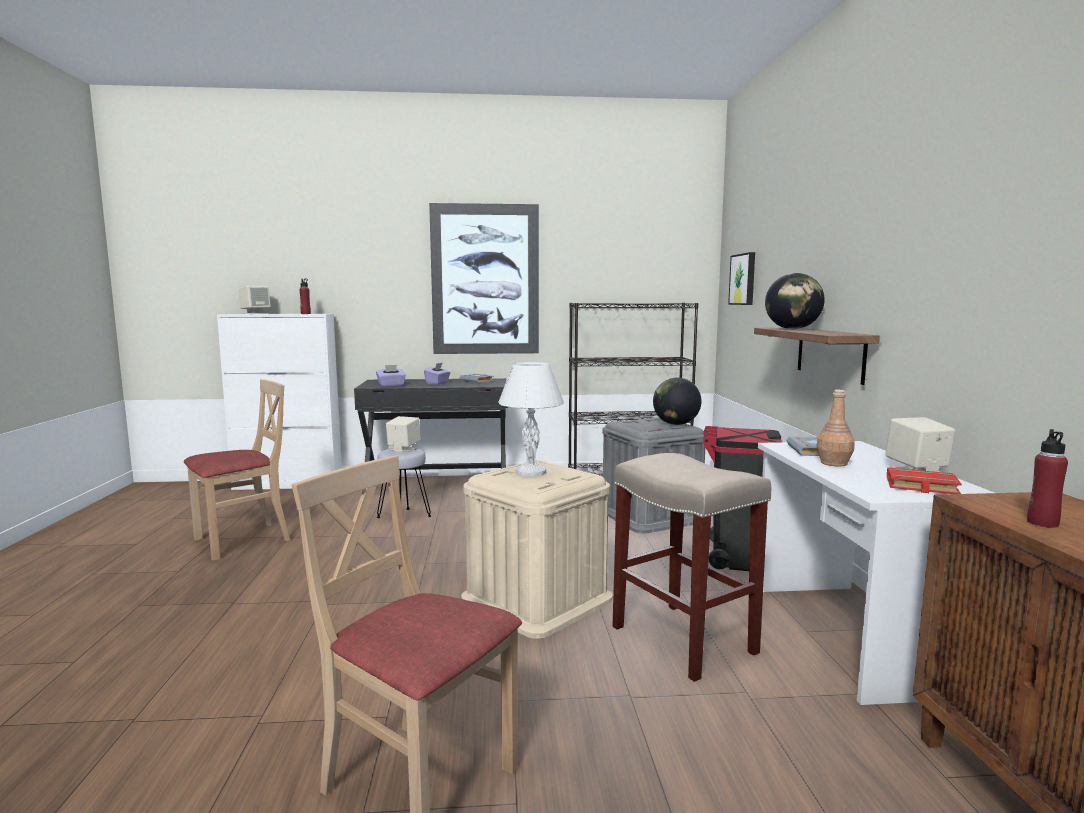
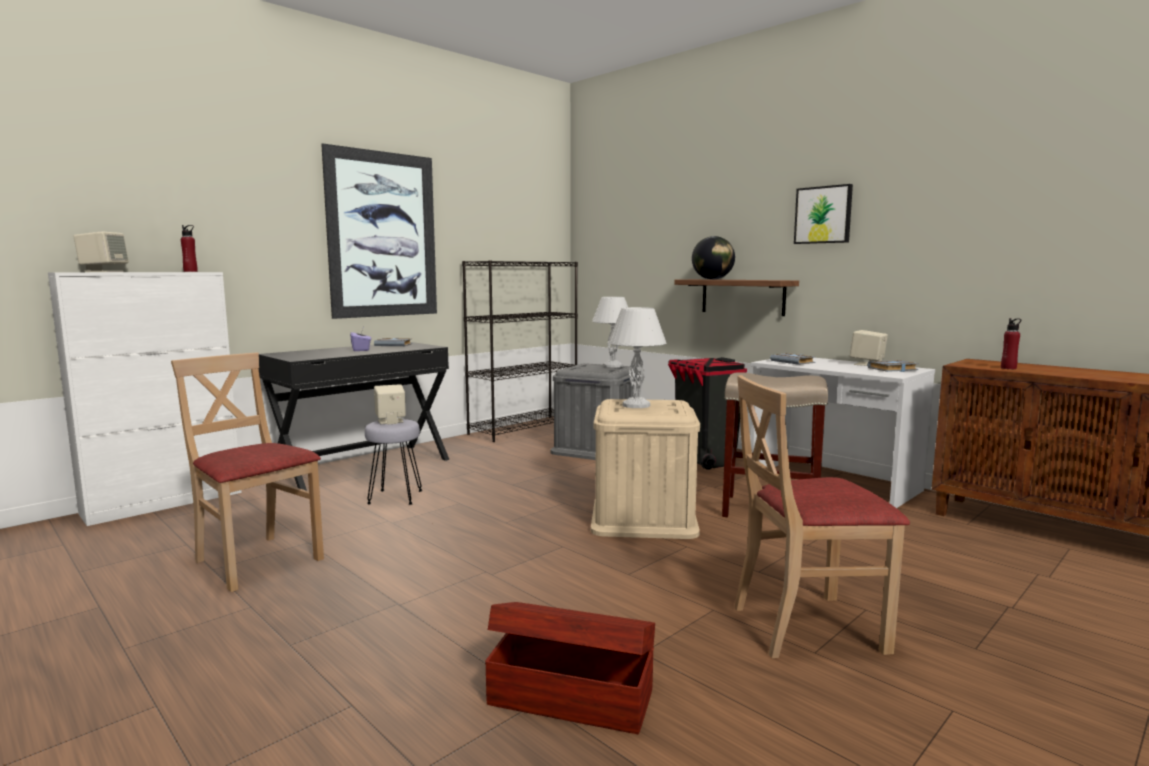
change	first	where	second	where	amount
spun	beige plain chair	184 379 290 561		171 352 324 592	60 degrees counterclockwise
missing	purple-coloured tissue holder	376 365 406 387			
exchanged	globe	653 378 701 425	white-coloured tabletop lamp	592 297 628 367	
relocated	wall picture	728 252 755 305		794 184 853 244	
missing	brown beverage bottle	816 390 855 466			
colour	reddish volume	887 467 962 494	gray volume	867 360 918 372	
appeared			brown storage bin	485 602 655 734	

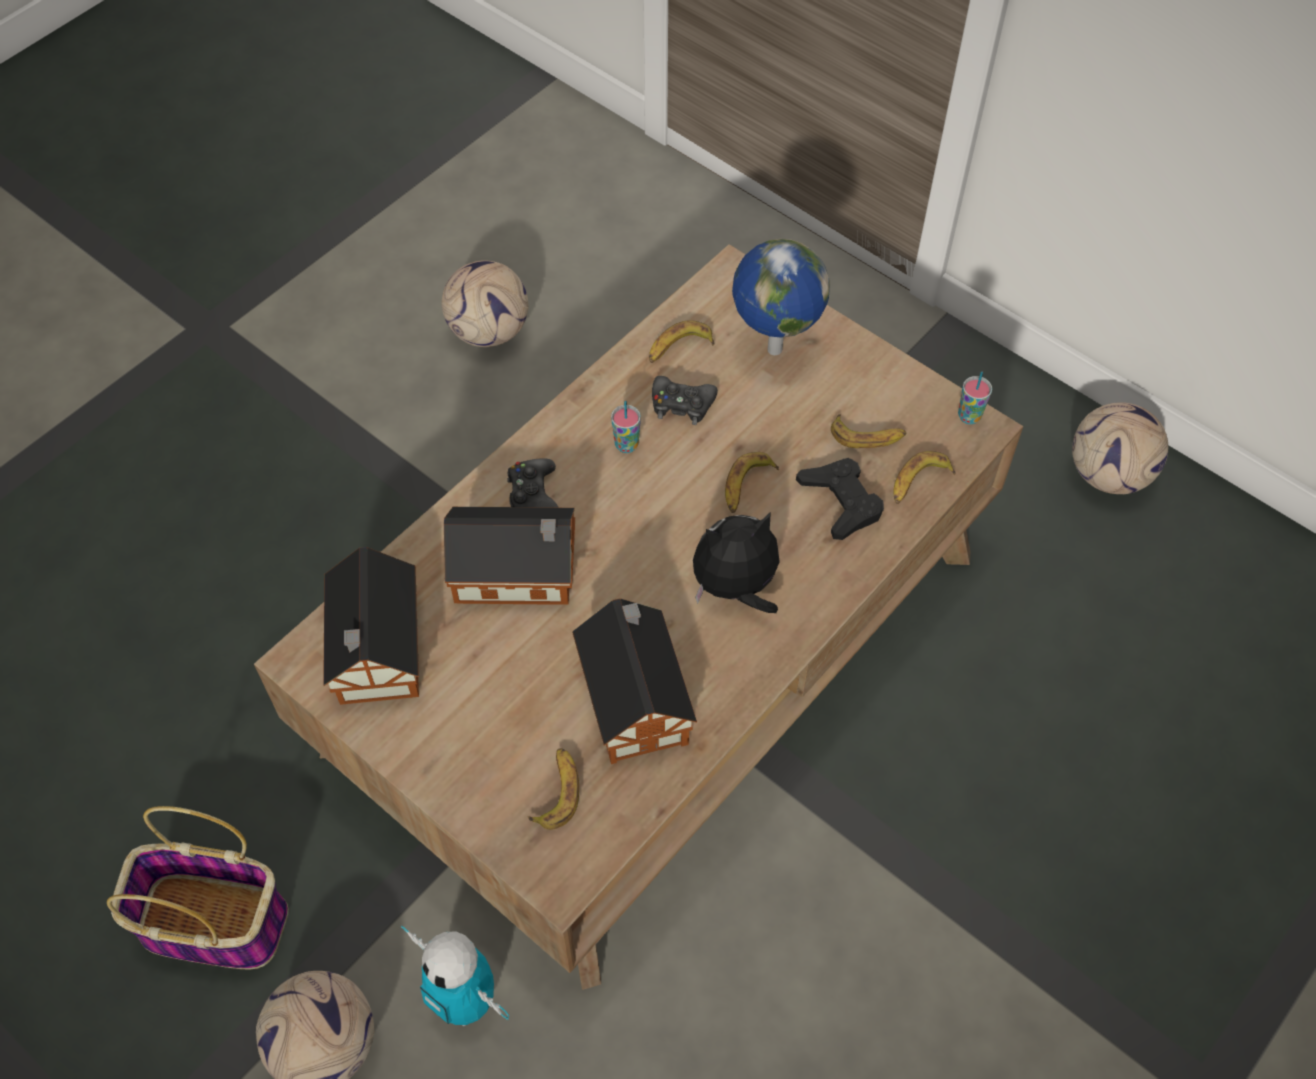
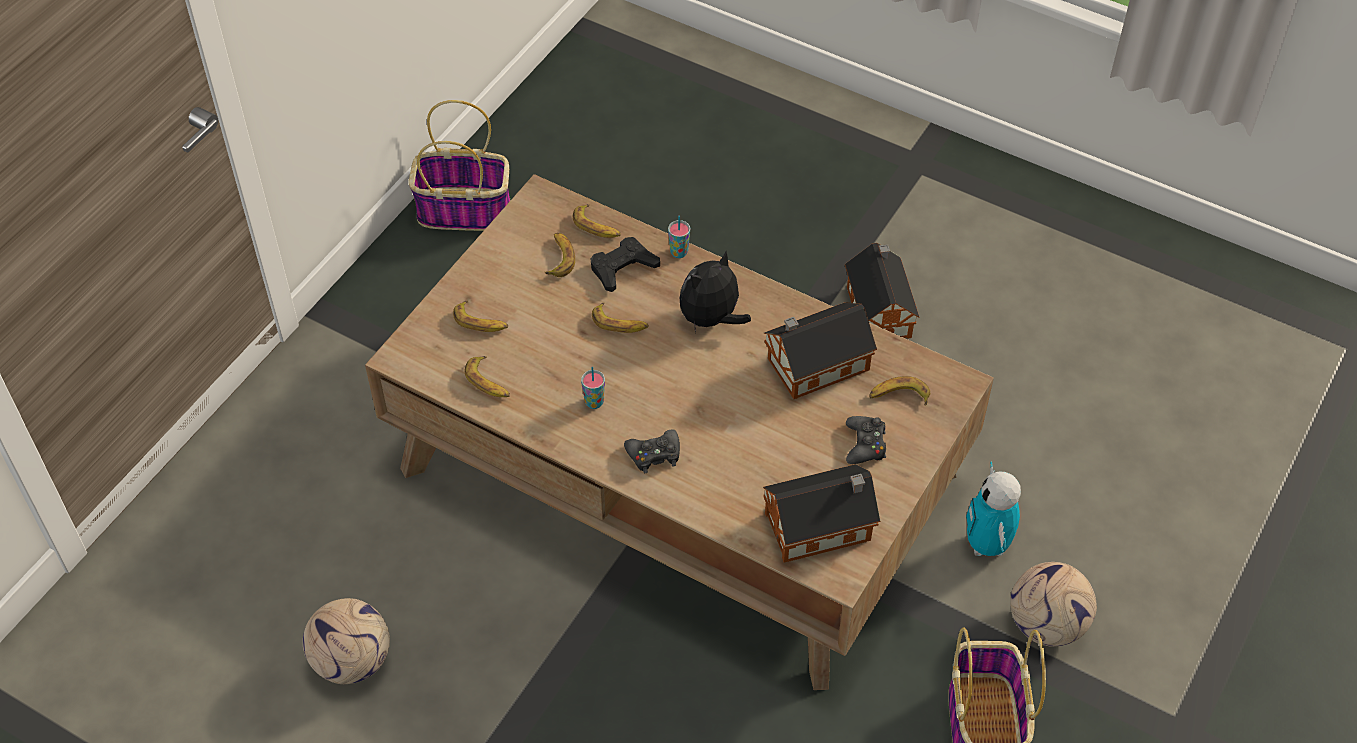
change	first	where	second	where	amount
spun	toy robot	401 926 509 1026		966 462 1021 556	150 degrees clockwise
relocated	model house	444 507 575 605		845 243 920 339	
relocated	black-coloured joypad	652 376 718 425		846 416 886 464	
spun	plush toy	693 513 780 613		680 251 751 332	75 degrees clockwise
exchanged	globe	732 239 830 355	whole banana	453 301 508 332	
relocated	drinking cup	958 371 992 424		668 215 690 258	
exchanged	football	1072 402 1168 494	basket	408 100 510 231	

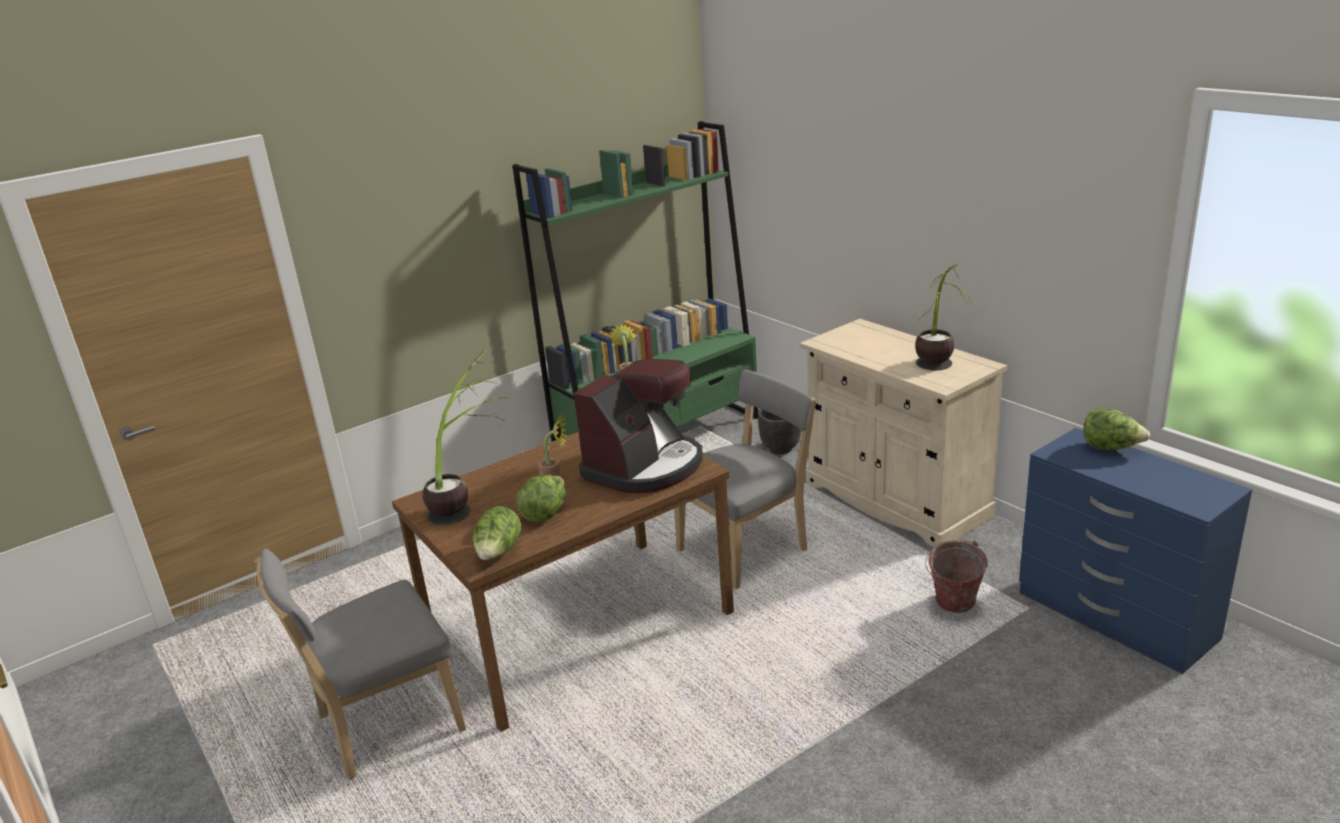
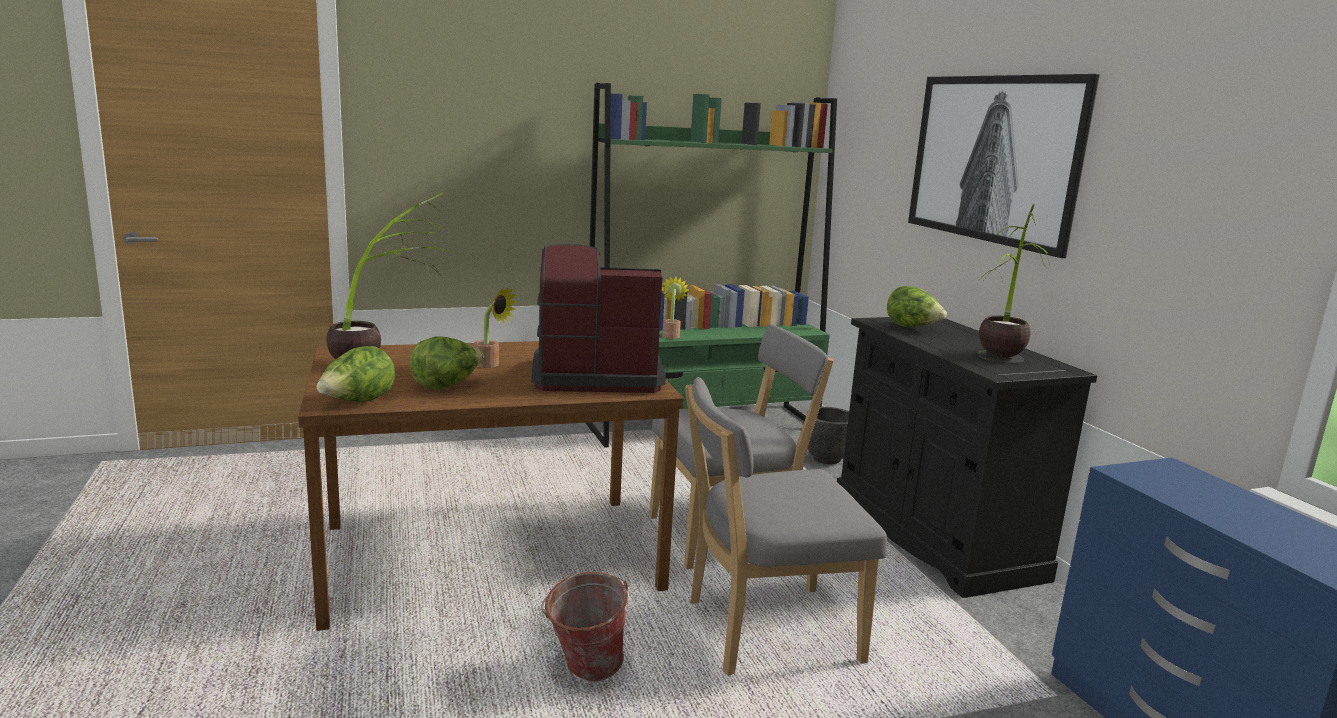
change	first	where	second	where	amount
relocated	gray plain chair	254 548 466 780		685 377 887 676	
spun	coffee brewer	573 359 703 493		532 244 666 393	150 degrees counterclockwise
colour	beige cupboard	800 319 1007 547	black-coloured cupboard	837 317 1097 598	
relocated	pail	925 540 988 613		541 572 628 681	
relocated	lettuce	1083 409 1150 450		887 286 947 327	
appeared			wall picture	908 74 1100 258	

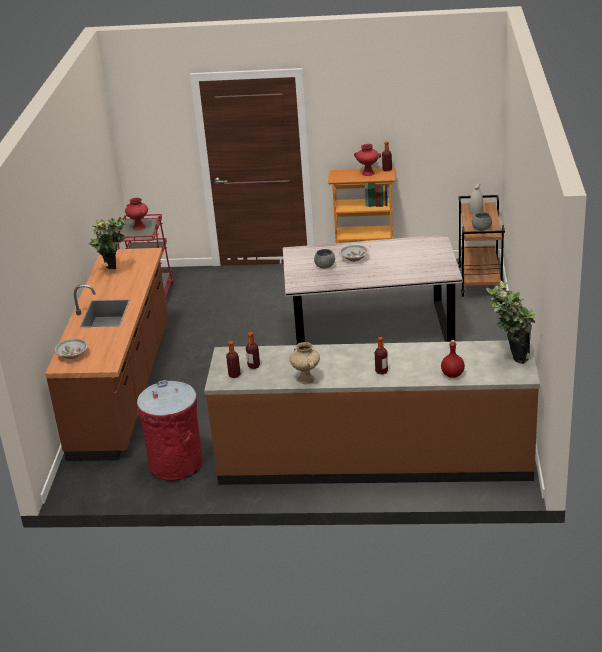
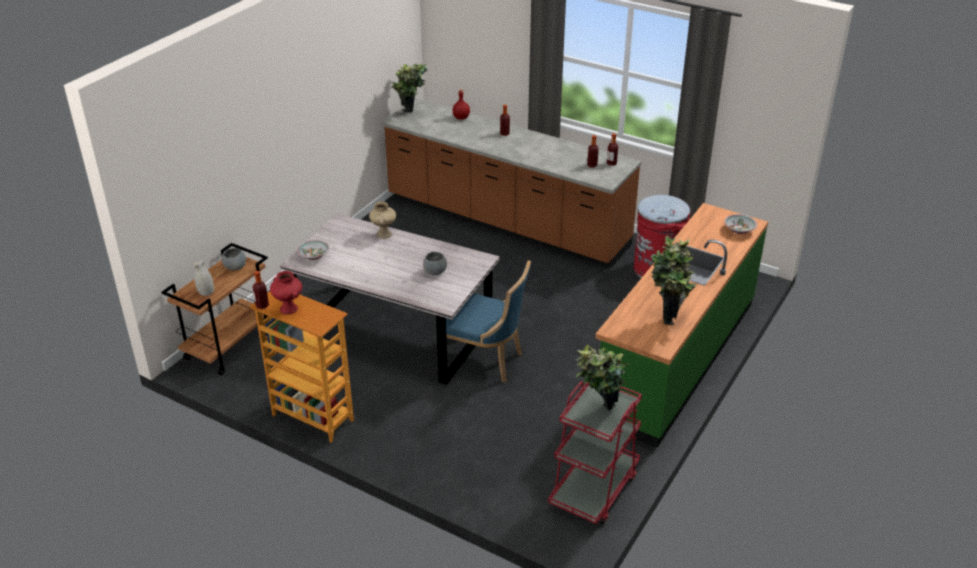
change	first	where	second	where	amount
colour	brown kitchen counter	45 248 168 461	green kitchen counter	595 203 768 448	
exchanged	reddish flower vase	125 198 148 230	plant in a pot	576 345 629 410	
relocated	beige flower vase	290 342 320 384		369 201 396 239	
relocated	serving bowl	340 245 369 262		297 240 329 260	
appeared			blue plain chair	446 260 531 382	

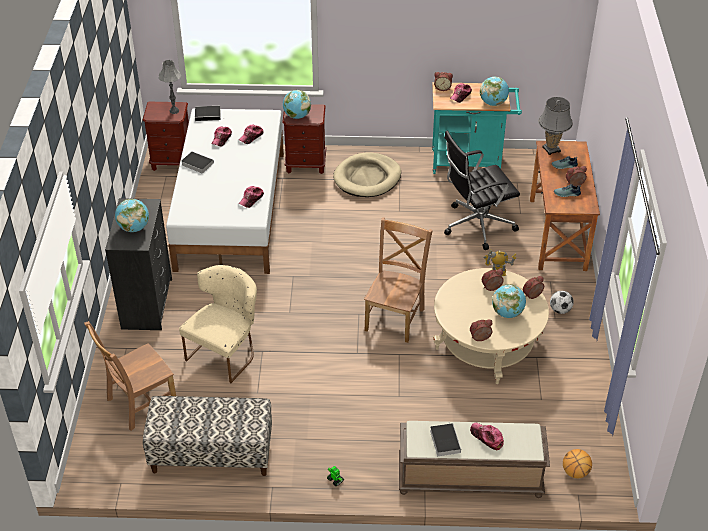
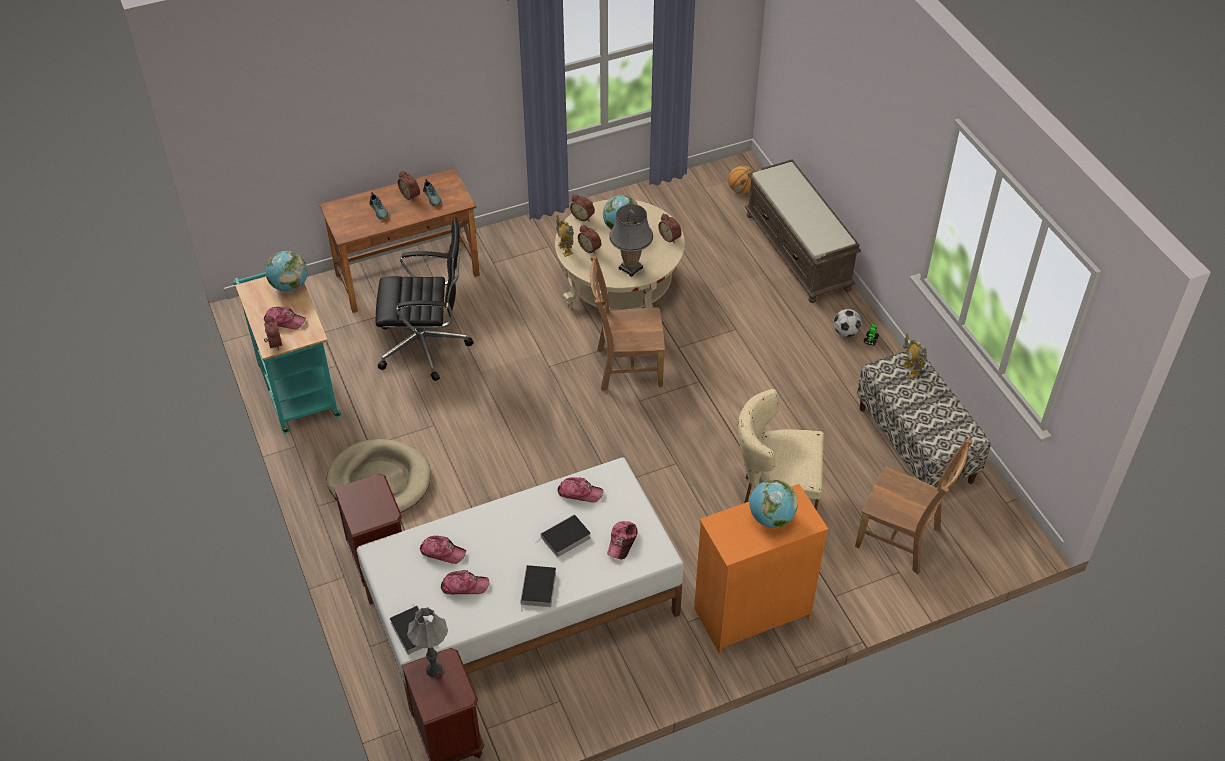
change	first	where	second	where	amount
colour	black-coloured dresser	105 198 172 330	orangey dresser	694 484 828 654	
missing	globe	283 90 311 119			
relocated	volume	430 423 461 456		535 514 591 557	
spun	black-coloured office chair	444 130 520 250		375 217 474 381	45 degrees counterclockwise
relocated	baseball cap	470 422 504 450		607 521 638 559	
relocated	gray tabletop lamp	538 97 573 155		609 204 653 277	
relocated	football	550 291 574 314		834 309 862 337	
appeared			toy robot	903 333 927 378	

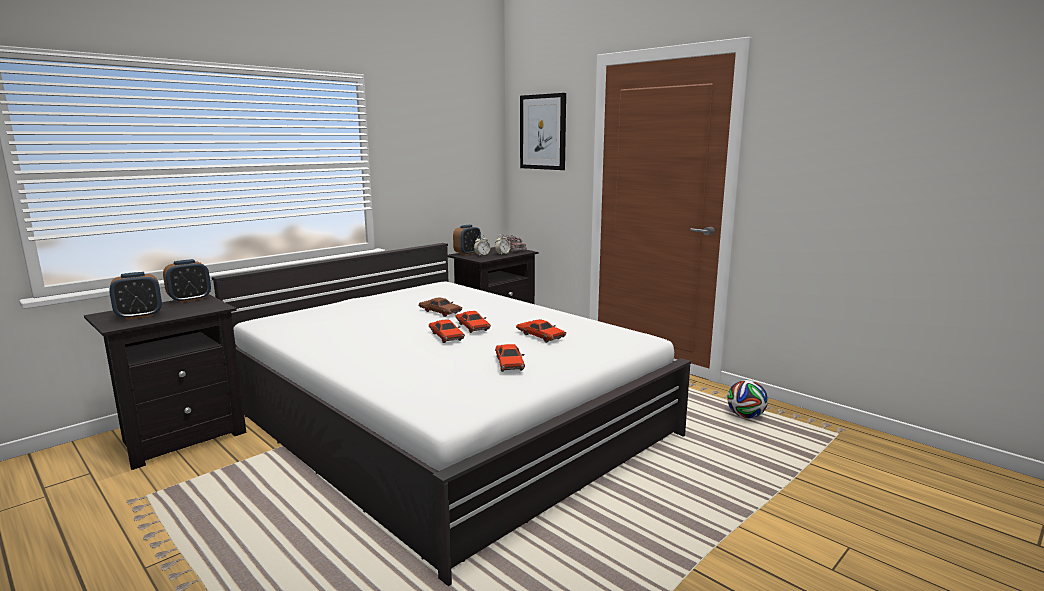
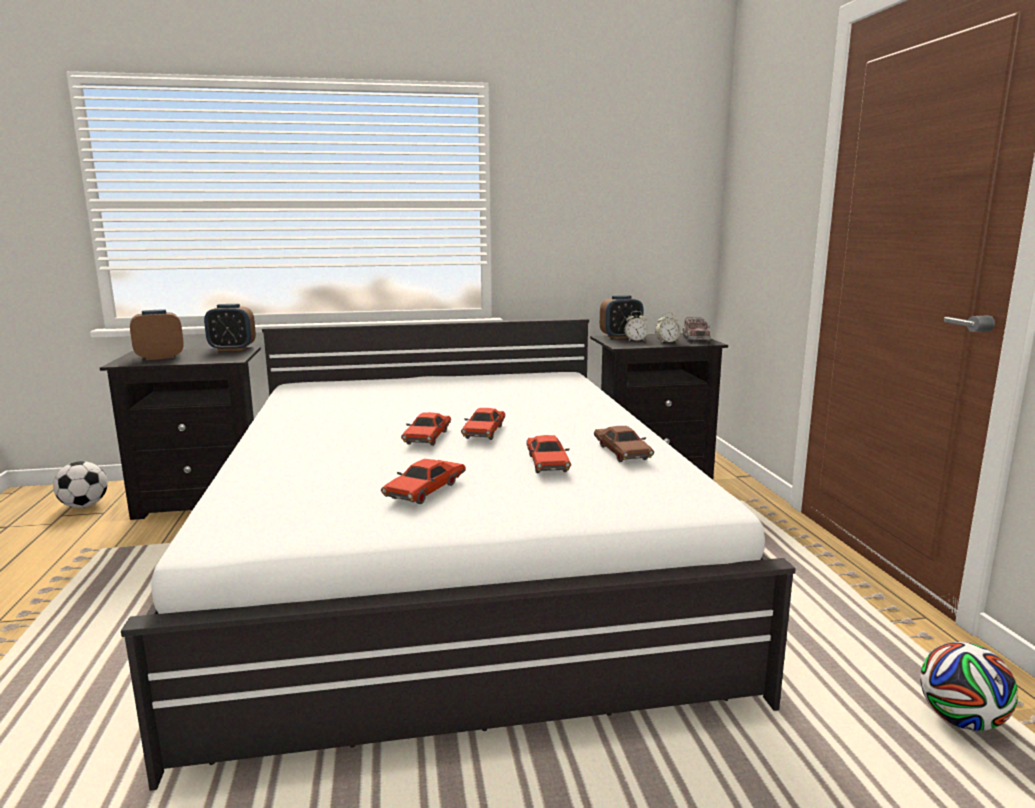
change	first	where	second	where	amount
spun	bedside clock	109 272 162 320		130 309 184 360	150 degrees clockwise
relocated	brown model car	419 297 462 317		594 426 654 462	
missing	wall picture	520 93 566 170			
appeared			football	53 461 108 508	

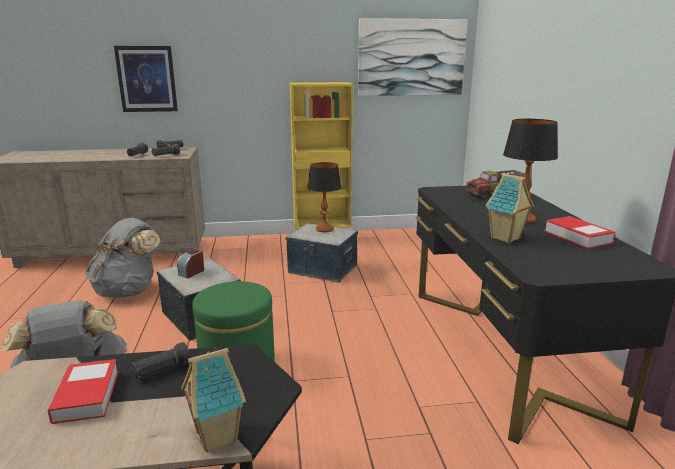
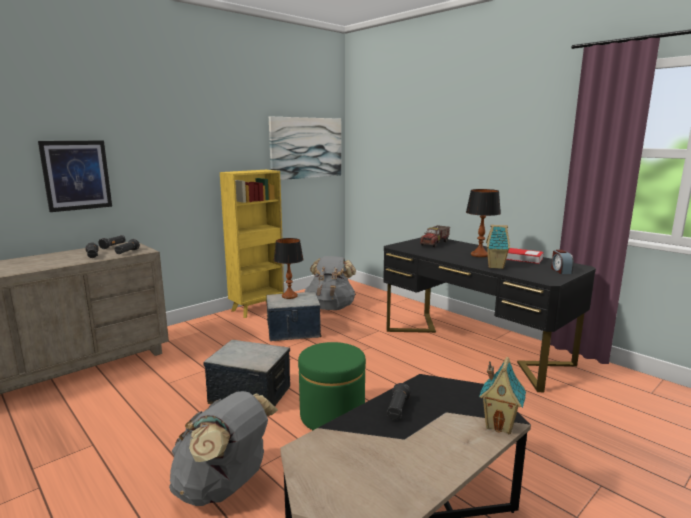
change	first	where	second	where	amount
missing	volume	48 359 118 424			
relocated	gray rucksack	85 217 161 298		305 256 356 310	
relocated	bedside clock	177 249 204 279		551 250 574 274	

